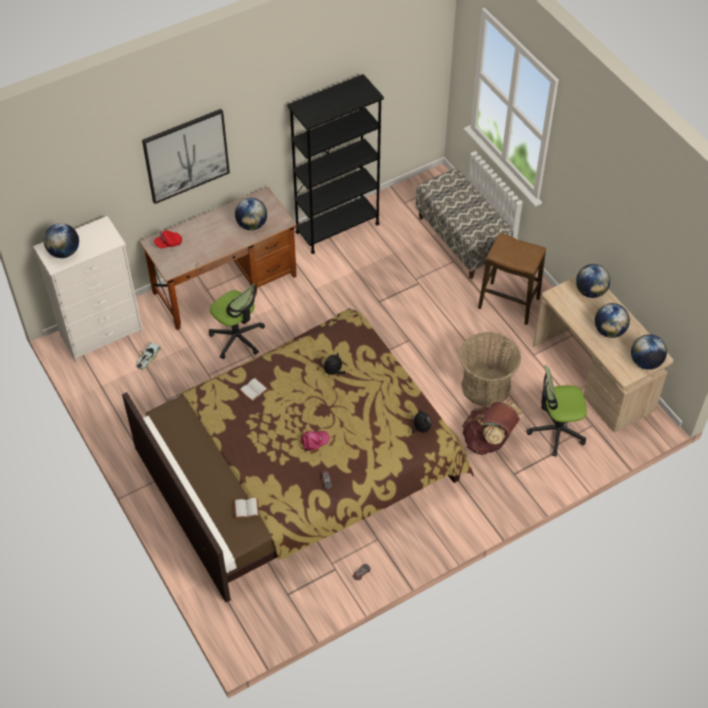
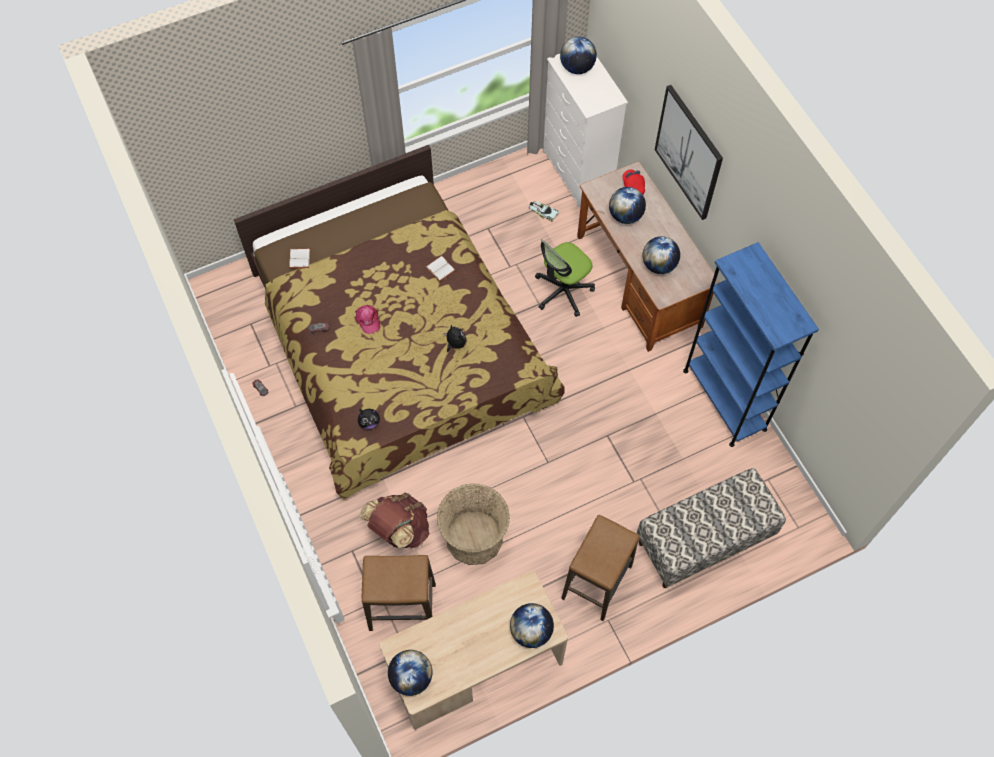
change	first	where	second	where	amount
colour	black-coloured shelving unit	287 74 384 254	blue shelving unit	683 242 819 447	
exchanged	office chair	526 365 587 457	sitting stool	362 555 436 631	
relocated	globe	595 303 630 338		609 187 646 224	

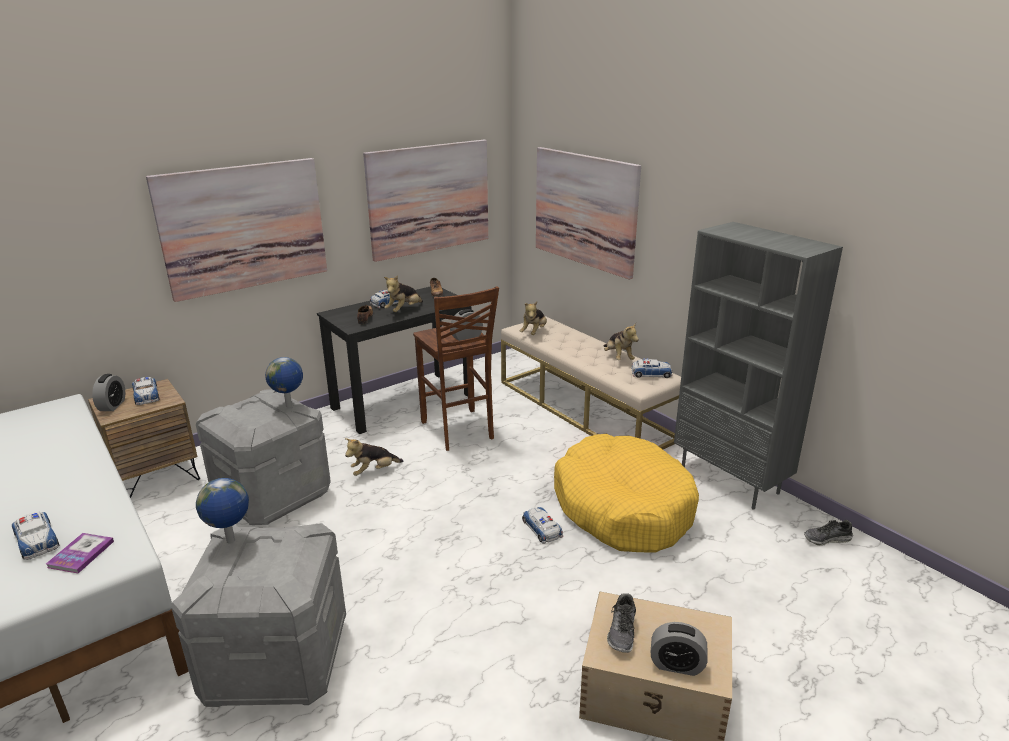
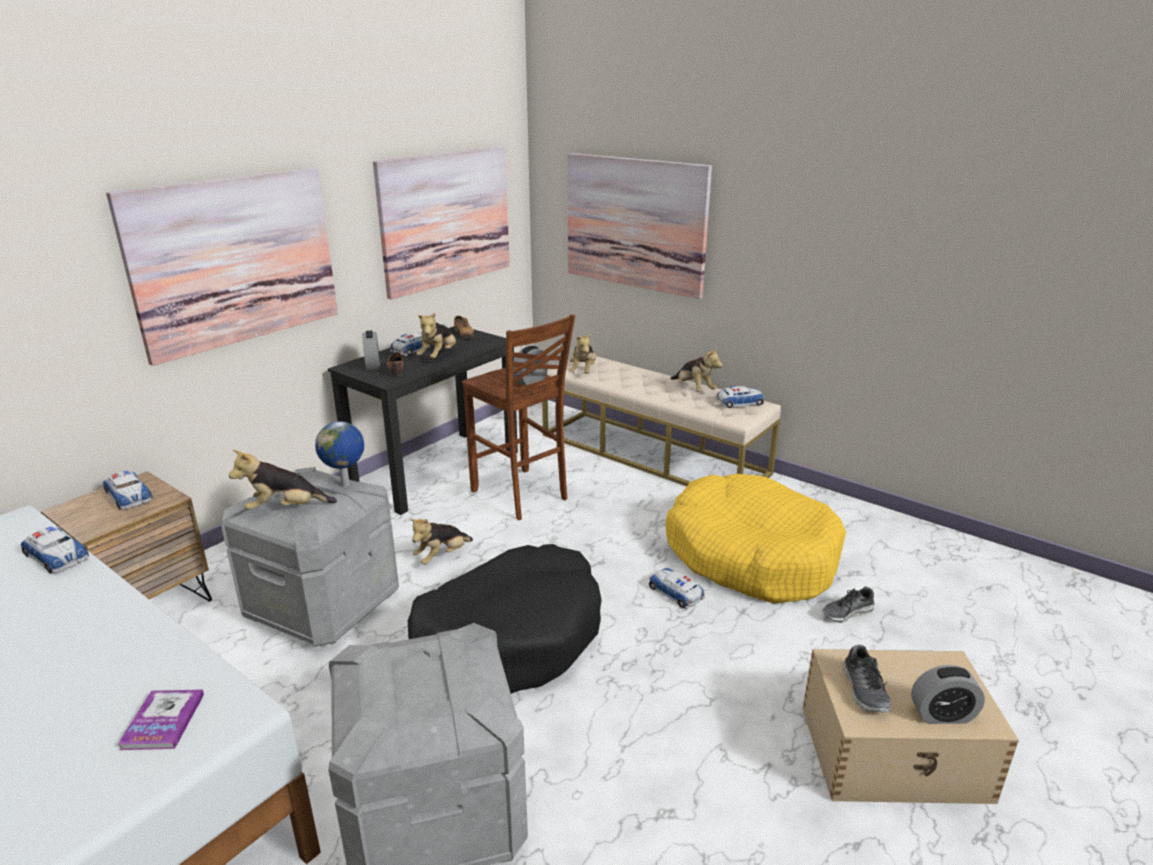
change	first	where	second	where	amount
relocated	model car	12 512 59 560		21 526 89 574	
relocated	bedside clock	92 374 125 411		362 330 380 370	
missing	globe	196 478 249 543			
missing	gray shelving unit	674 222 843 510			
relocated	low shoe	804 520 853 546		823 587 875 623	
appeared			plush toy	229 450 337 510	
appeared			black-coloured pet bed	408 544 602 694	

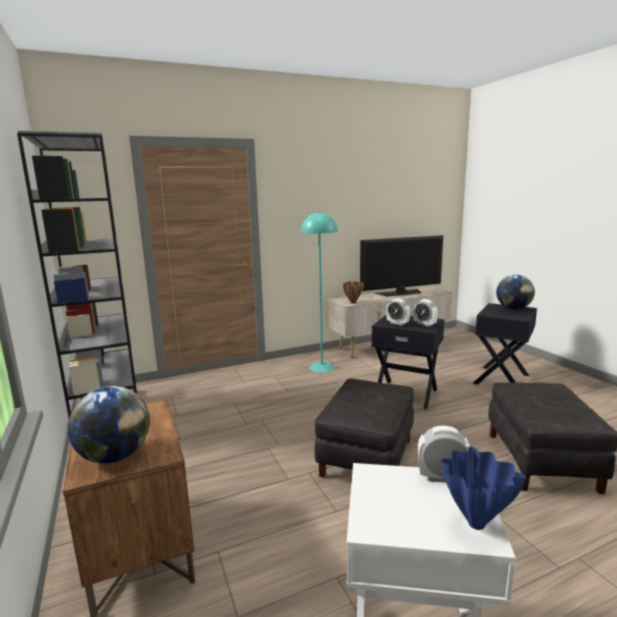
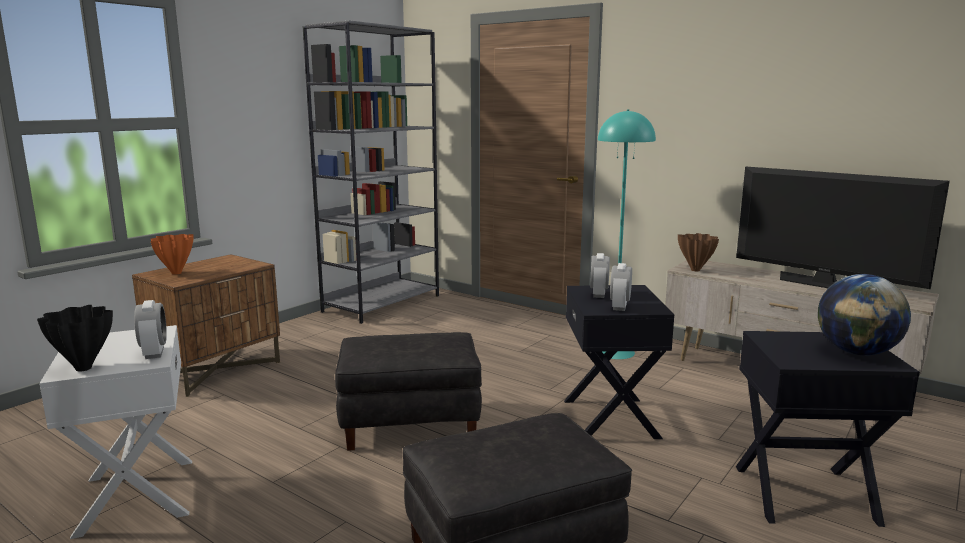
change	first	where	second	where	amount
exchanged	globe	68 386 150 464	orangey flower vase	151 234 193 275	
colour	blue flower vase	441 447 526 530	black-coloured flower vase	37 305 113 372	

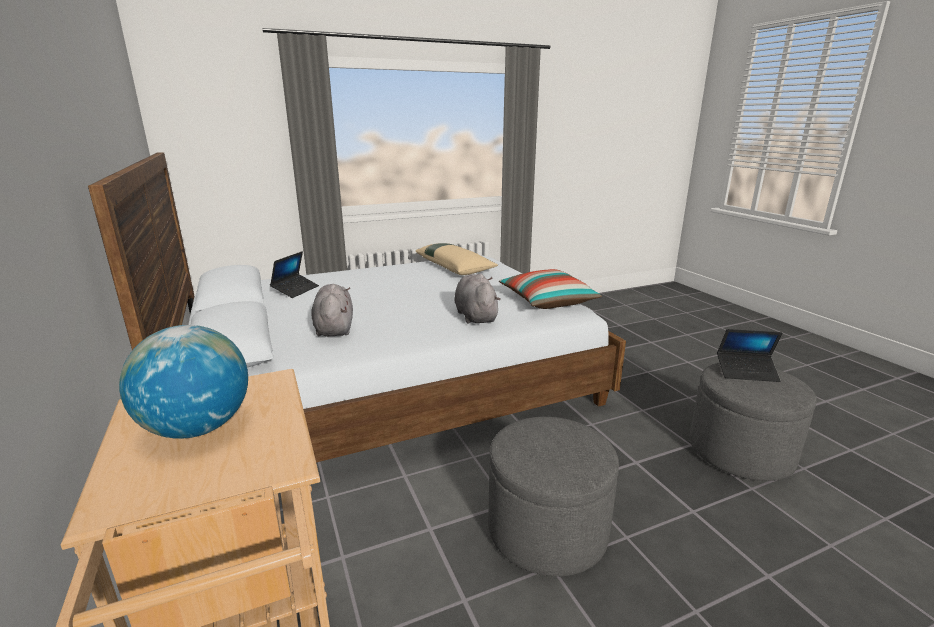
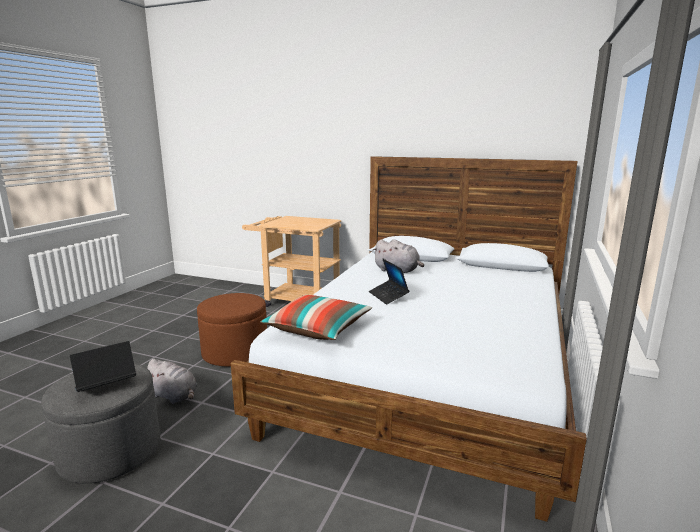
change	first	where	second	where	amount
missing	globe	119 325 248 439			
relocated	laptop	270 251 319 298		369 259 409 305	
missing	beige throw pillow	416 243 498 275			
relocated	gray plush toy	454 274 501 323		147 359 197 404	
colour	gray pouffe	488 417 619 577	brown pouffe	197 293 267 366	

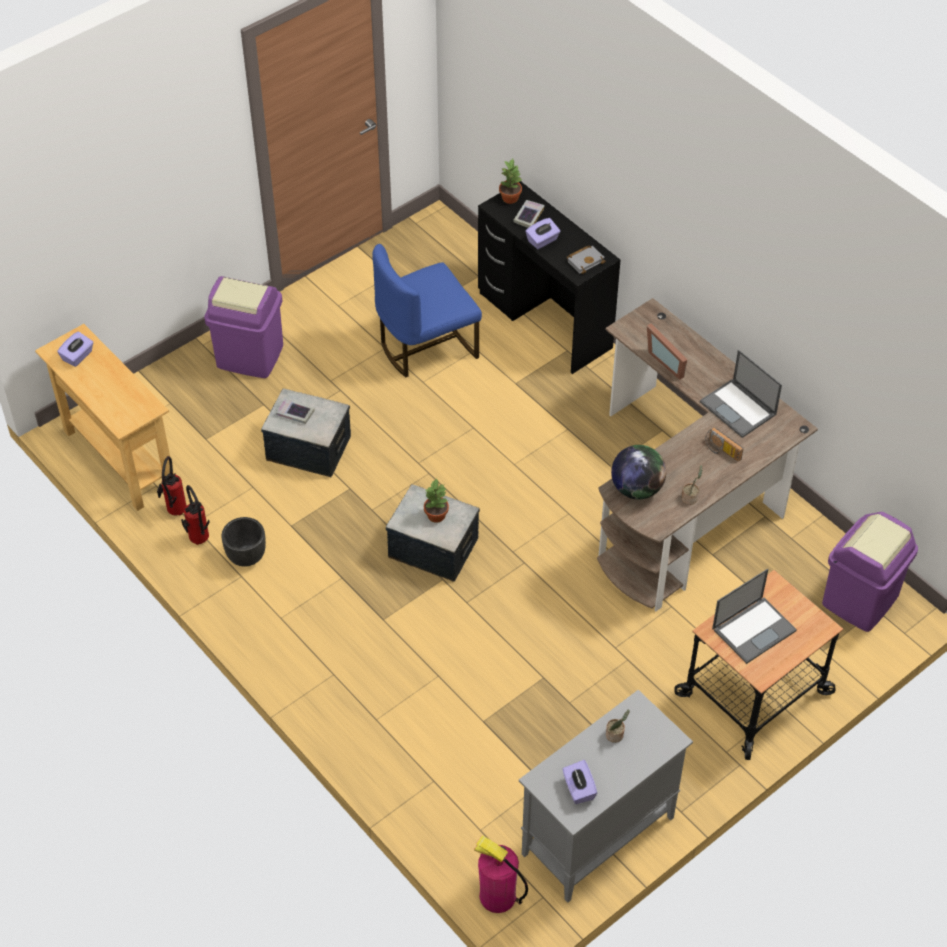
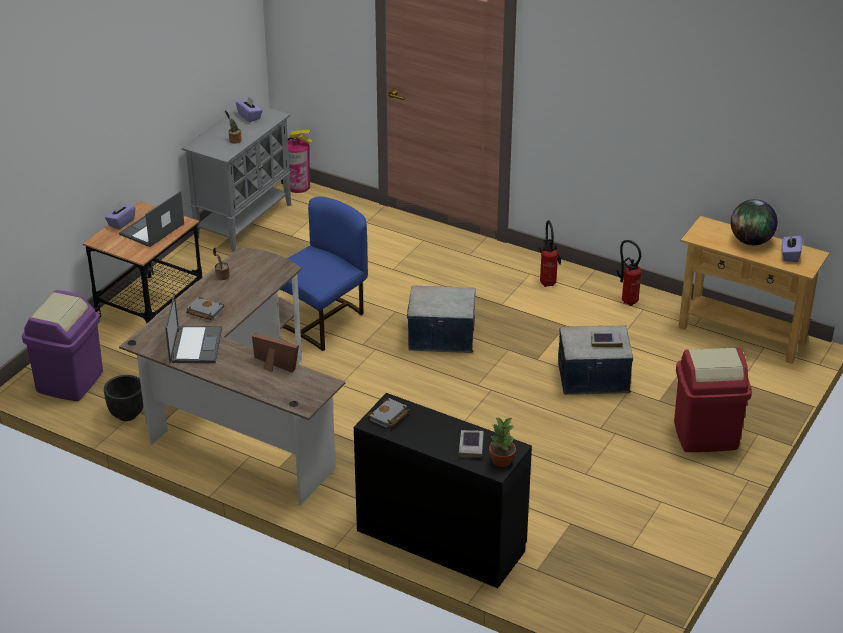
change	first	where	second	where	amount
relocated	fire-fighting cylinder	157 456 187 515		539 220 561 287	
colour	purple-coloured rubbish bin	204 276 283 378	reddish rubbish bin	674 347 752 452	
relocated	black-coloured planter	222 517 266 567		104 375 144 421	
relocated	blue plain chair	372 244 482 378		280 197 368 351	
missing	plant in a pot	424 478 449 523			
relocated	purple-coloured tissue holder	525 218 560 249		105 201 135 229	
relocated	globe	611 445 666 499		731 199 778 245	
spun	laptop	700 350 782 438		165 293 222 363	60 degrees clockwise
exchanged	radio set	705 427 743 462	gray volume	186 297 224 320	

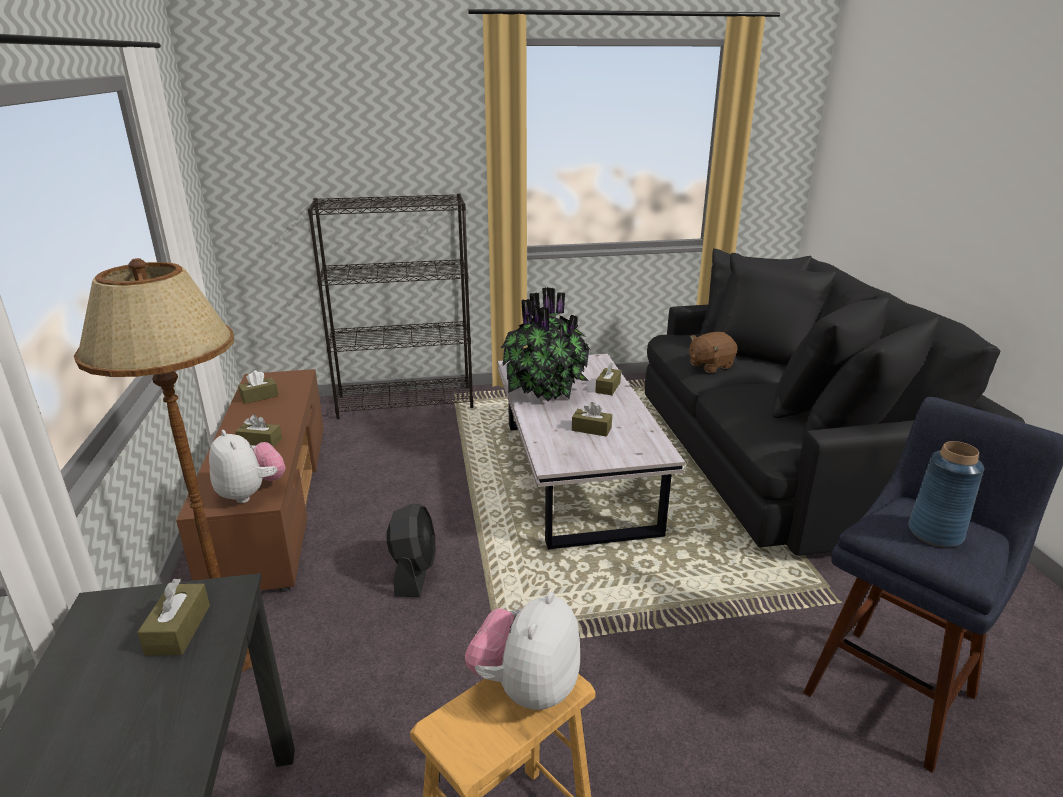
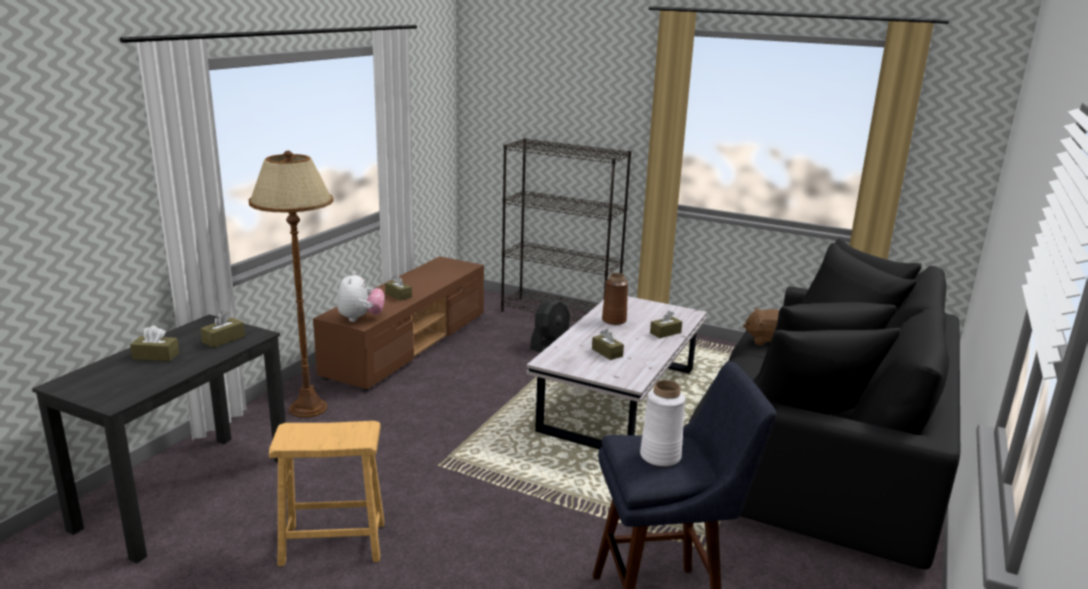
change	first	where	second	where	amount
relocated	brown tissue holder	238 370 279 404		130 325 179 361	
relocated	black-coloured cooling fan	386 504 436 597		530 299 570 352	
missing	plush toy	465 592 580 710			
exchanged	plant in a pot	500 287 591 402	brown flower vase	602 273 628 325	
colour	blue flower vase	908 441 984 547	white-coloured flower vase	640 380 685 467	

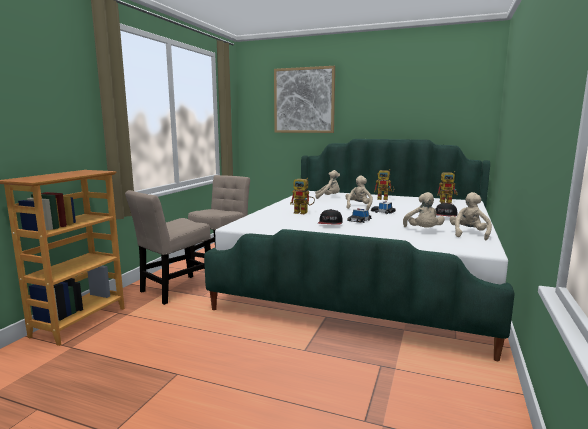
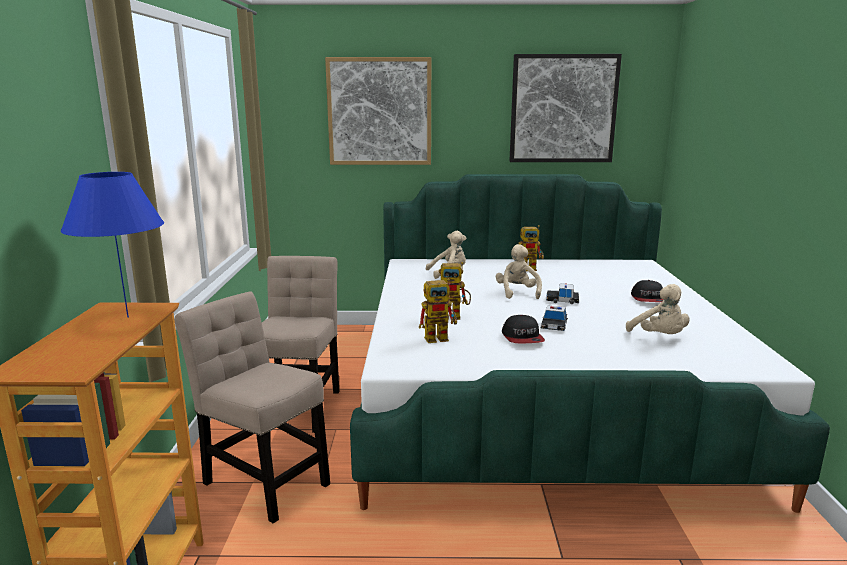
change	first	where	second	where	amount
spun	beige plain chair	125 190 211 305		174 291 330 523	105 degrees clockwise
relocated	toy robot	437 171 458 204		419 278 457 343	
missing	beige plush toy	450 192 492 240			
appeared			blue tabletop lamp	61 172 164 318	
appeared			wall picture	509 54 622 162	

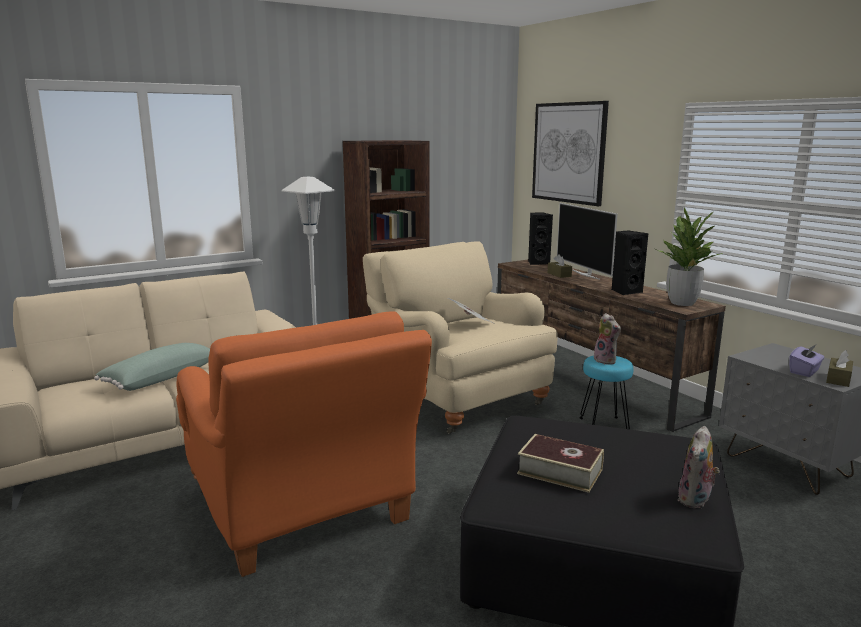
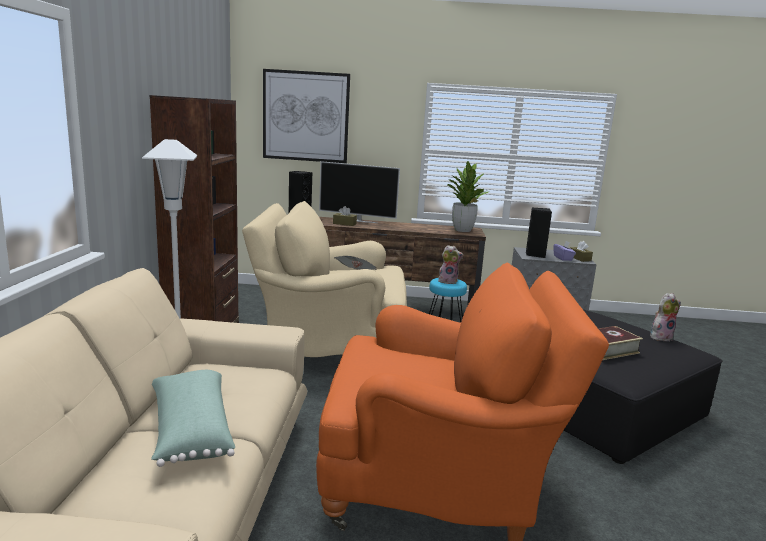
change	first	where	second	where	amount
relocated	black-coloured speaker	612 230 648 295		526 208 552 258	
spun	plush toy	678 426 720 508		650 293 681 341	90 degrees counterclockwise

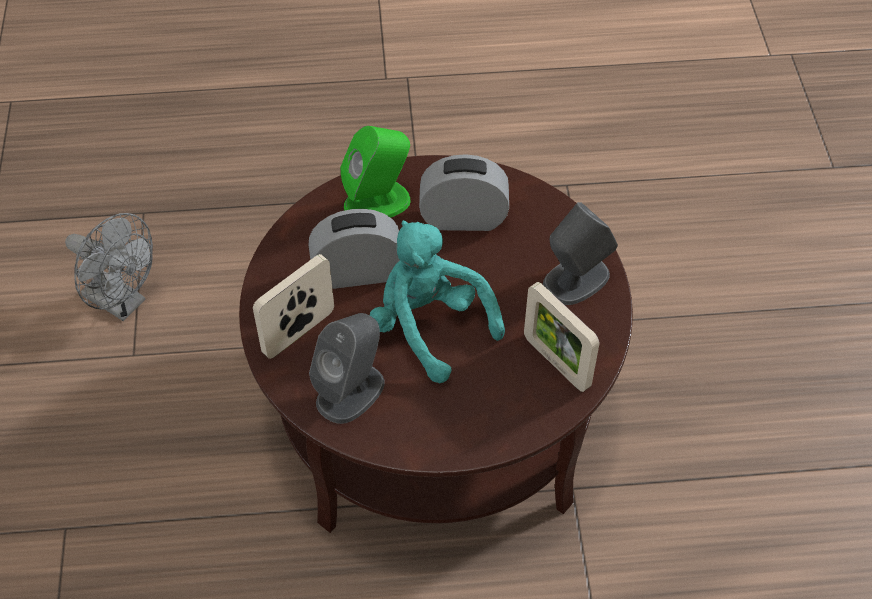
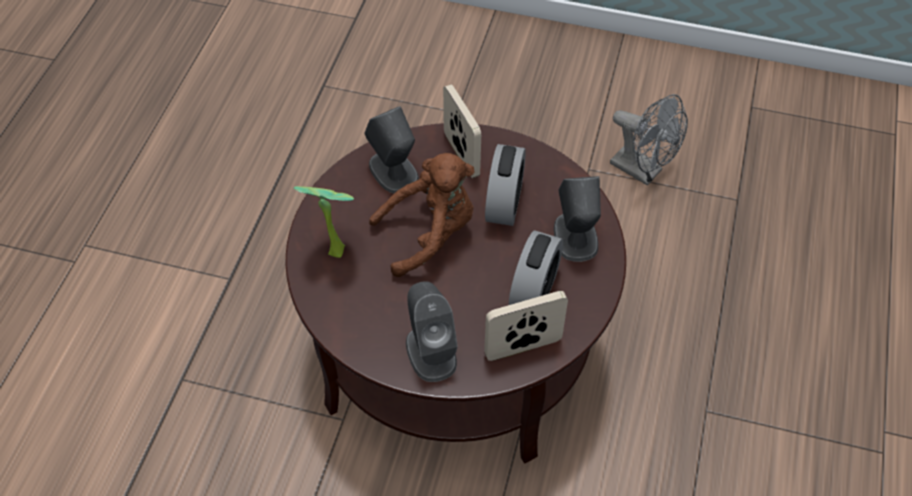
change	first	where	second	where	amount
spun	gray cooling fan	65 213 153 321		610 94 688 186	105 degrees counterclockwise
colour	green speaker	340 126 411 218	gray speaker	554 176 601 262	
colour	blue-green plush toy	370 220 505 383	brown plush toy	369 153 475 277	
relocated	photo frame	524 282 600 392		484 291 568 361	
appeared			plant in a pot	294 186 354 258	

